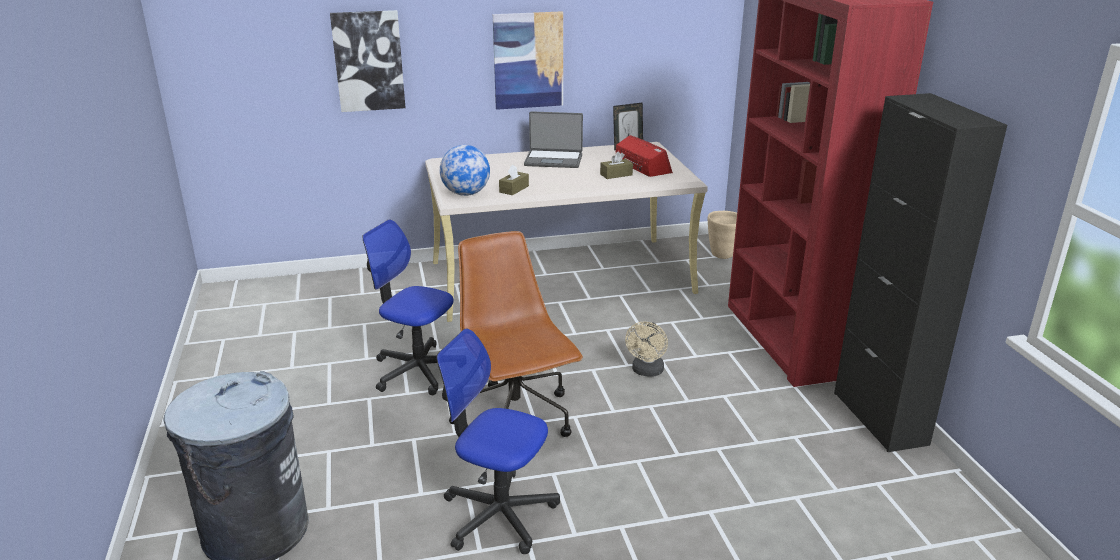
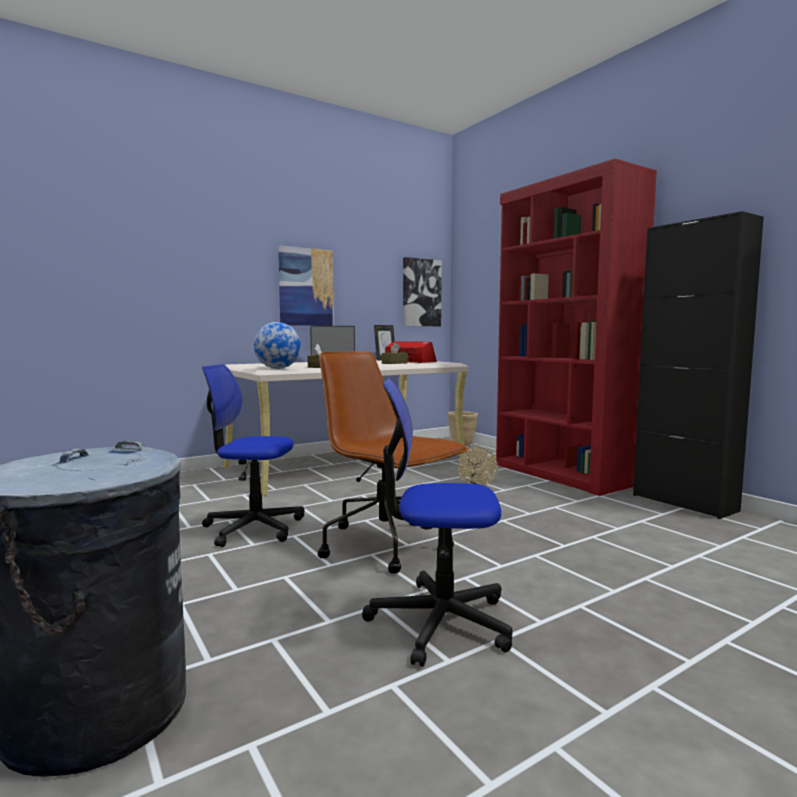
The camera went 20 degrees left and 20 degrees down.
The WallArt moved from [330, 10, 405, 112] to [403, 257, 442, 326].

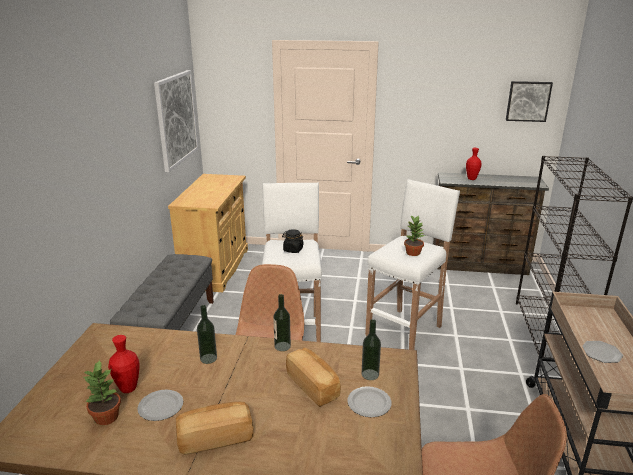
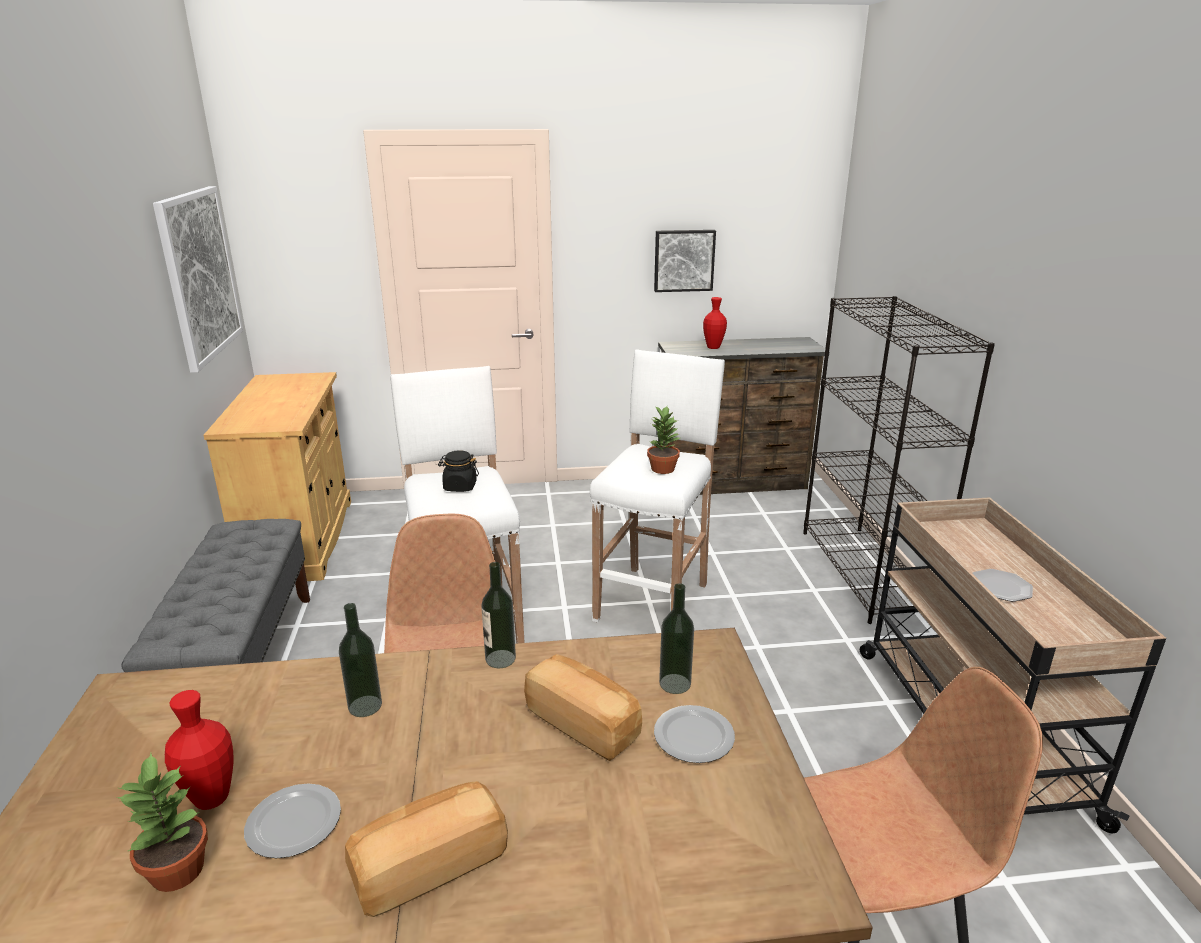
The camera went 15 degrees left and 0 degrees up.
The WallArt moved from [506, 81, 553, 122] to [654, 230, 716, 292].

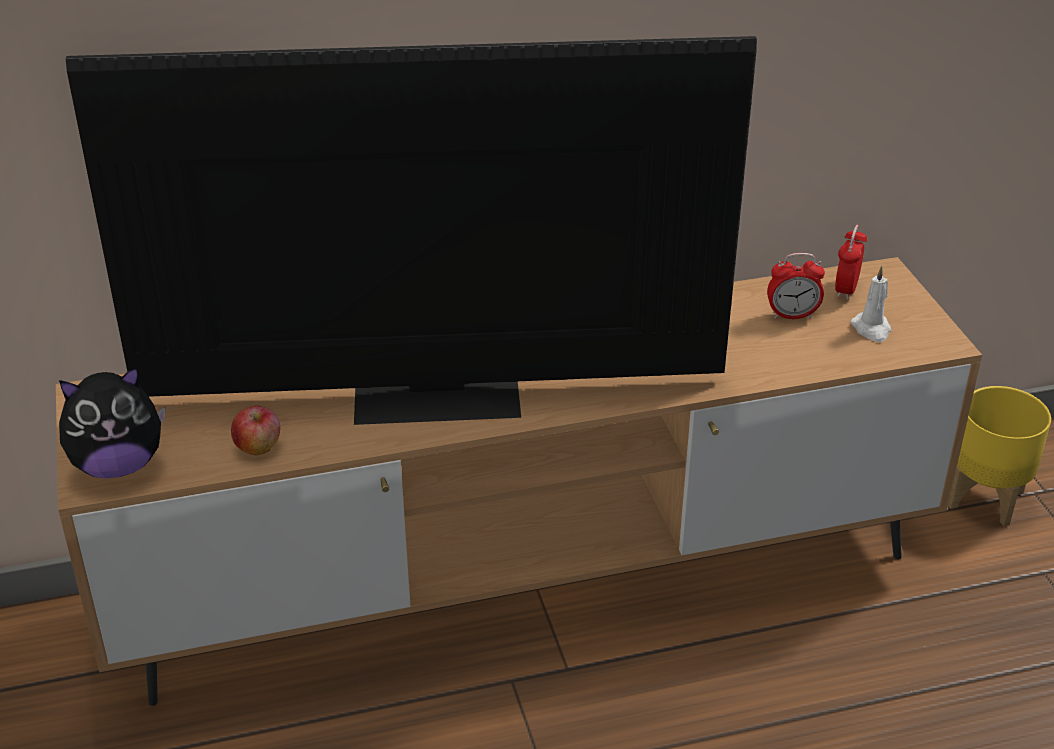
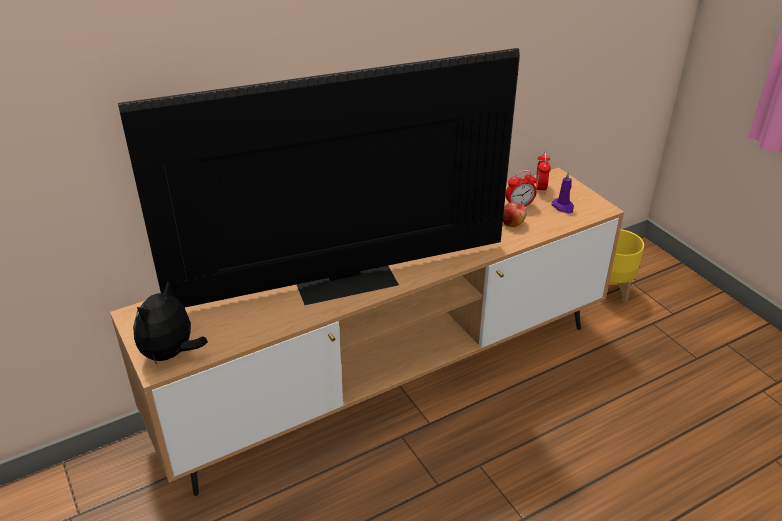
The camera went 15 degrees left and 0 degrees up.
The Apple moved from [231, 406, 280, 455] to [503, 202, 526, 227].
The WhiteColouredCandle at [851, 266, 891, 342] became the PurpleColouredCandle at [551, 172, 574, 213].
The CuddlyToy at [59, 366, 165, 478] turned 150 degrees clockwise.

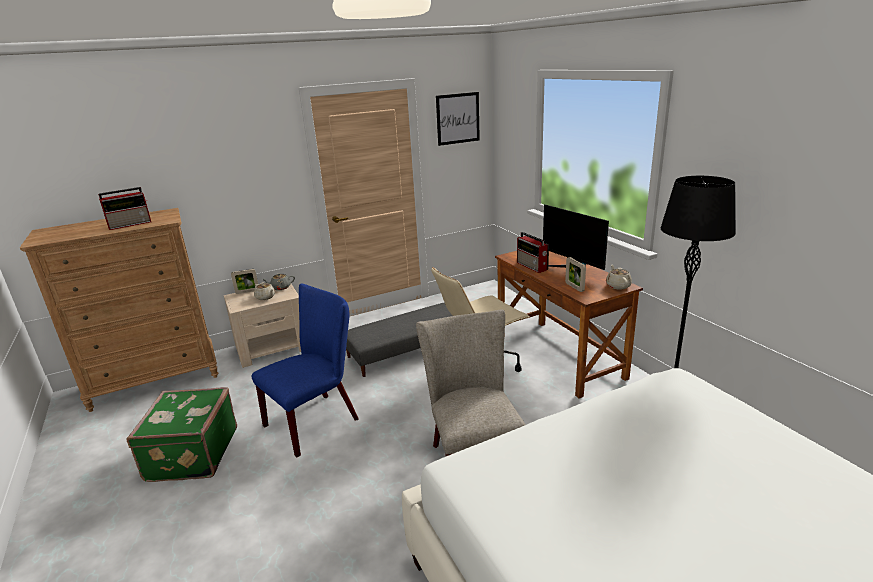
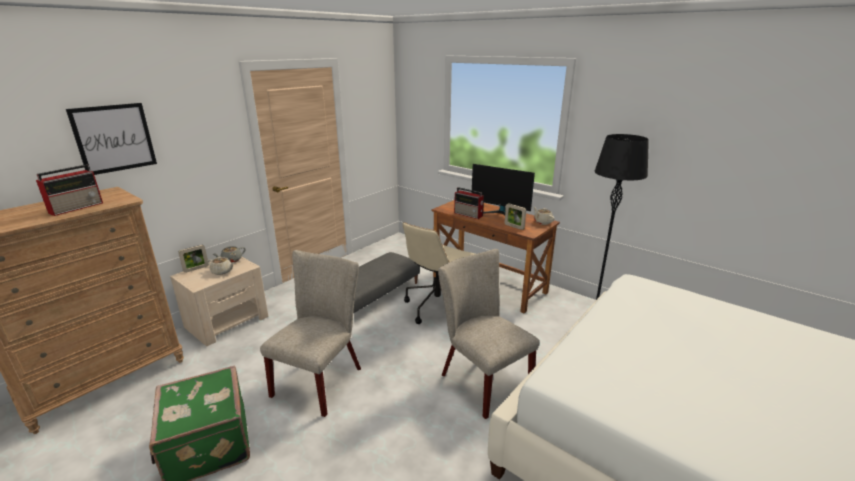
The camera went 25 degrees left and 0 degrees up.
The WallArt moved from [436, 92, 480, 146] to [66, 103, 157, 175].
The BlueColouredChair at [252, 284, 358, 457] became the BeigeColouredChair at [260, 250, 361, 417].

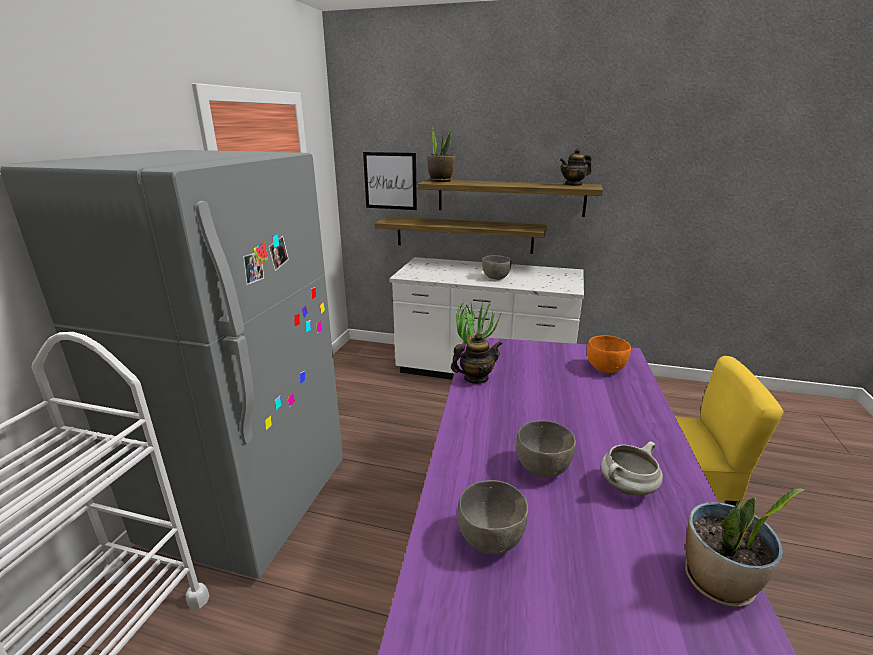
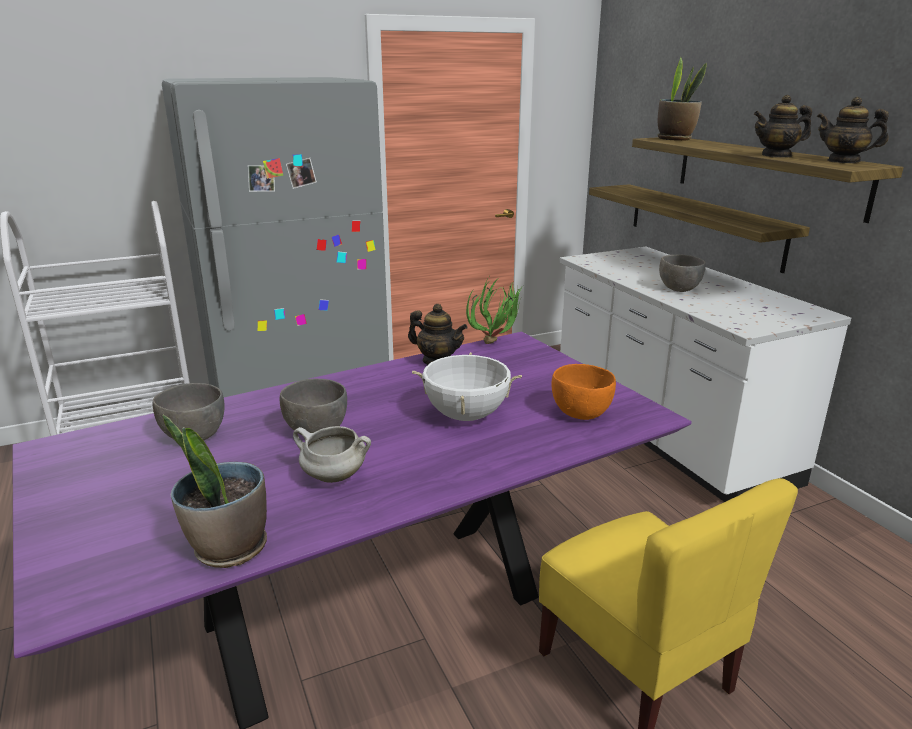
The camera went 50 degrees right and 0 degrees up.
The WallArt at [363, 152, 417, 210] disappeared.
The WhiteColouredSaucepot at [412, 352, 522, 421] appeared.
The Teapot at [754, 95, 812, 158] appeared.

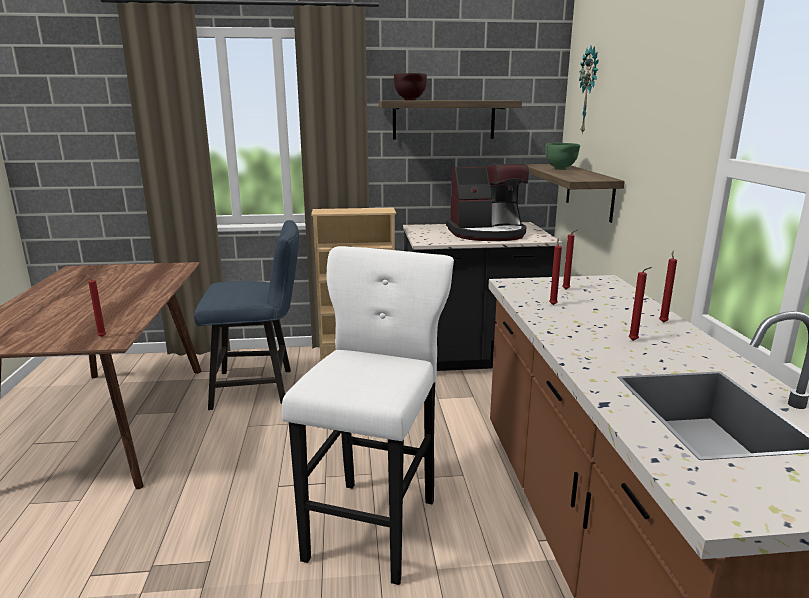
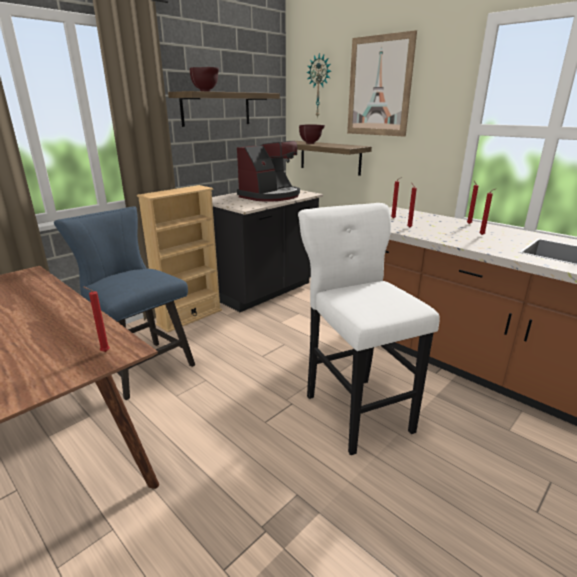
The camera went 40 degrees left and 5 degrees up.
The WallArt at [347, 30, 417, 137] appeared.
The GreenishServingBowl at [545, 143, 580, 170] became the BrownishServingBowl at [299, 125, 325, 144].
The BlueColouredChair at [194, 220, 299, 410] turned 90 degrees counterclockwise.

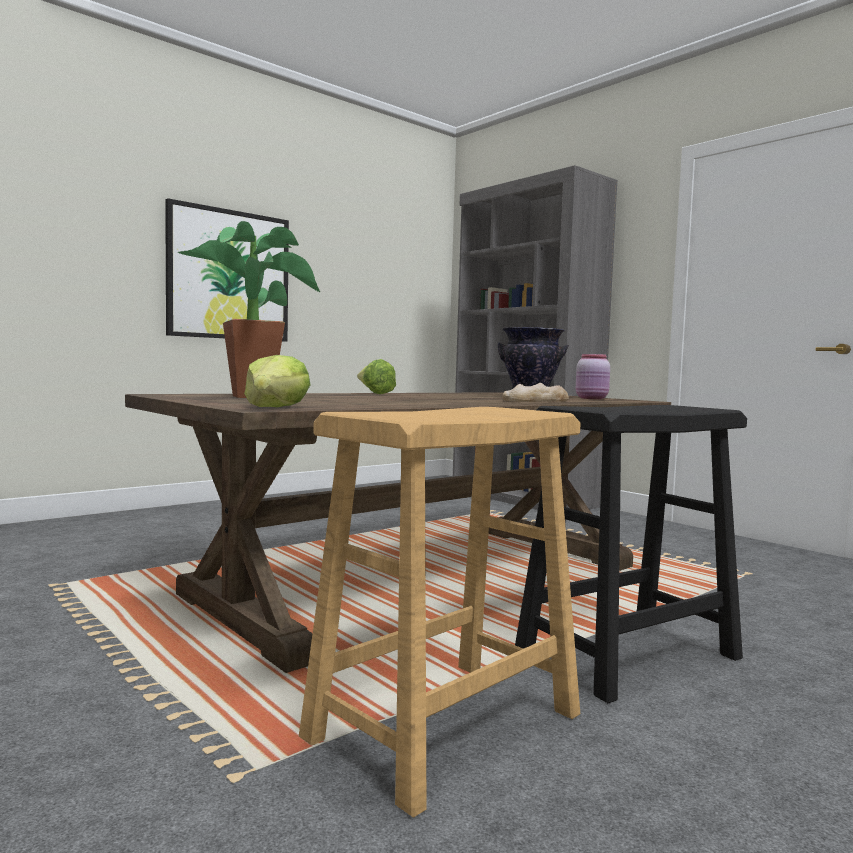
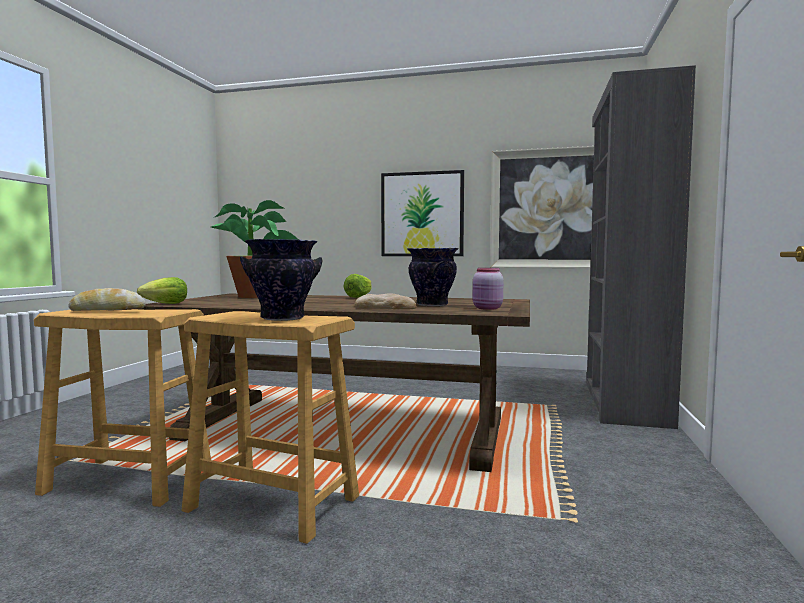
The camera went 55 degrees right and 0 degrees up.
The BakeryBread at [69, 288, 146, 311] appeared.
The FlowerVase at [240, 239, 322, 321] appeared.
The WallArt at [490, 146, 594, 268] appeared.
The BlackColouredSittingStool at [515, 405, 747, 703] became the BeigeColouredSittingStool at [182, 311, 359, 544].

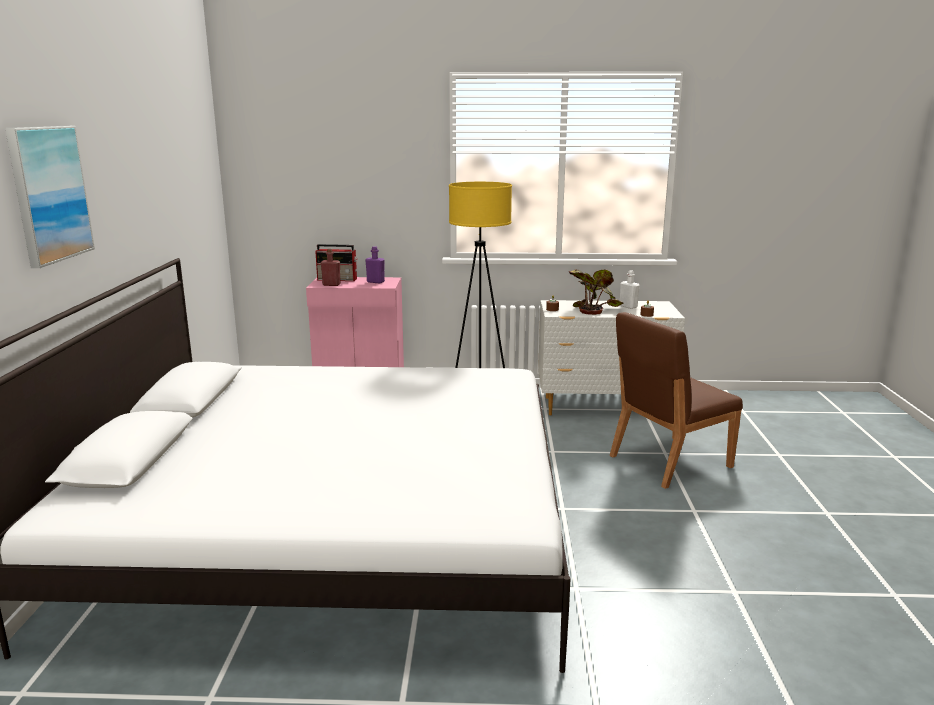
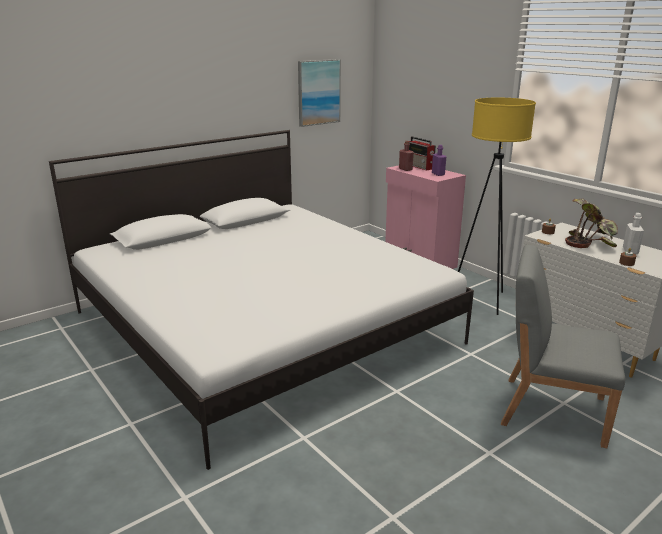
The camera went 50 degrees right and 5 degrees up.
The WallArt moved from [5, 126, 95, 268] to [298, 59, 341, 127].
The BrownishChair at [610, 312, 743, 489] became the GreyishChair at [501, 245, 625, 449].

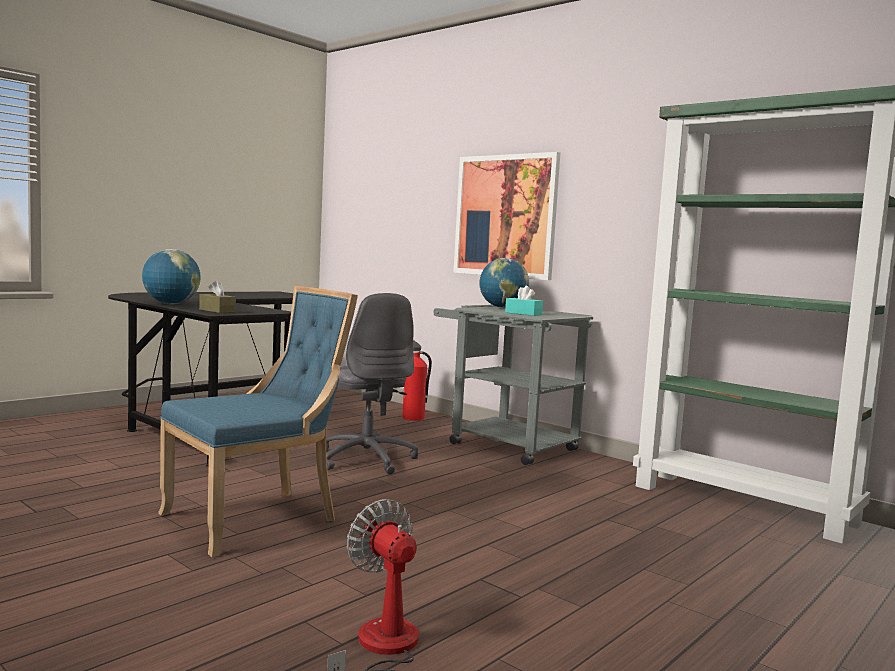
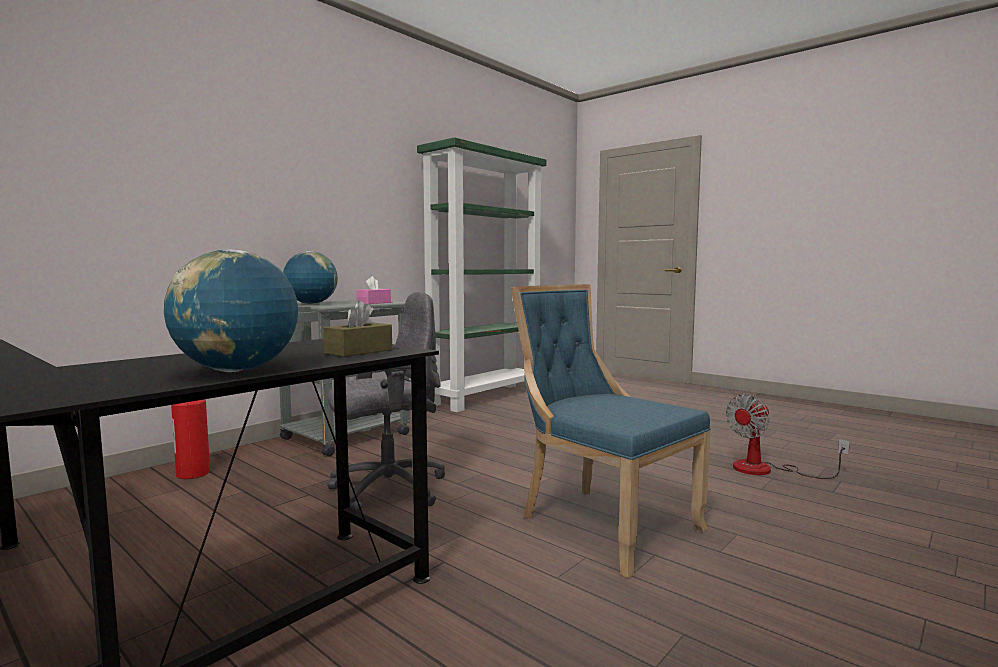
The camera went 90 degrees left and 0 degrees up.
The WallArt at [454, 152, 560, 280] disappeared.
The TurquoiseColouredTissueHolder at [505, 286, 543, 316] became the PinkishTissueHolder at [356, 276, 391, 304].

